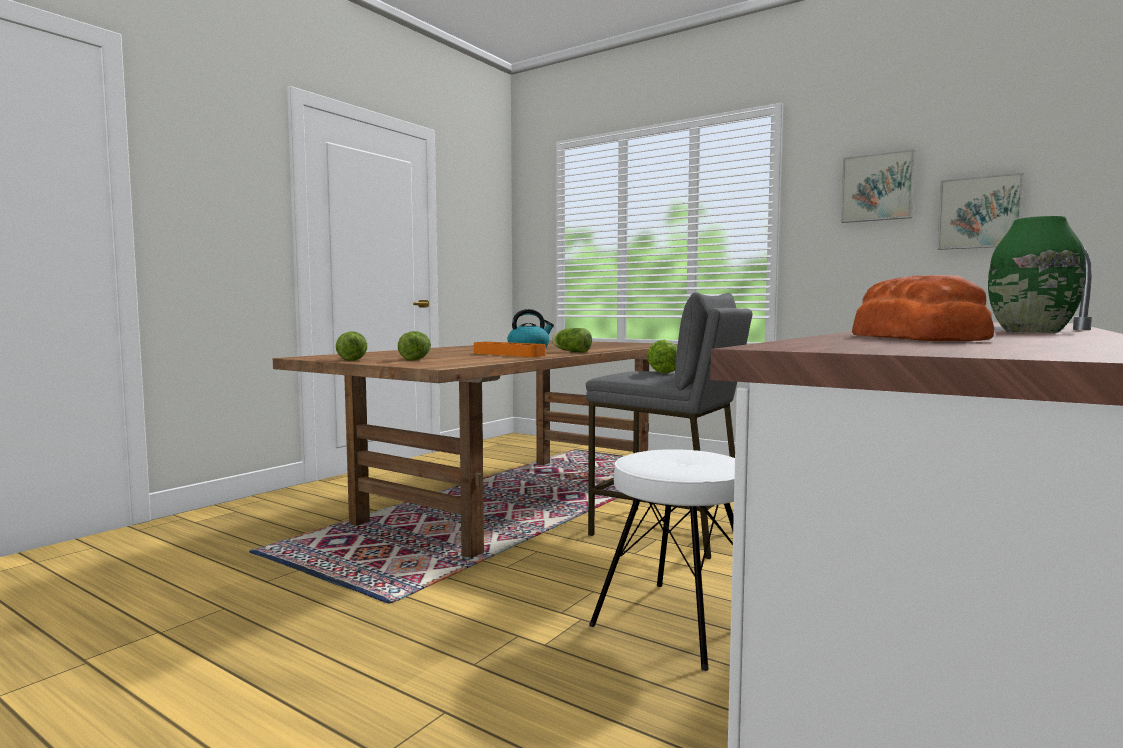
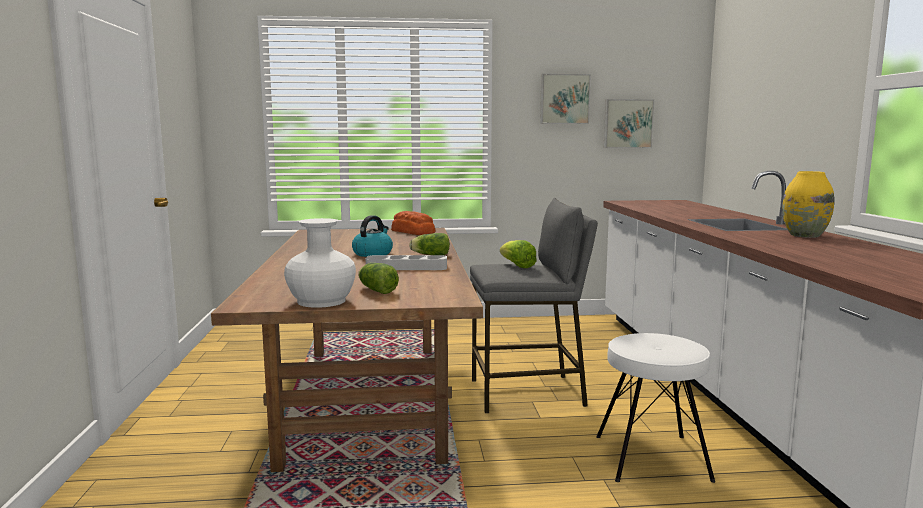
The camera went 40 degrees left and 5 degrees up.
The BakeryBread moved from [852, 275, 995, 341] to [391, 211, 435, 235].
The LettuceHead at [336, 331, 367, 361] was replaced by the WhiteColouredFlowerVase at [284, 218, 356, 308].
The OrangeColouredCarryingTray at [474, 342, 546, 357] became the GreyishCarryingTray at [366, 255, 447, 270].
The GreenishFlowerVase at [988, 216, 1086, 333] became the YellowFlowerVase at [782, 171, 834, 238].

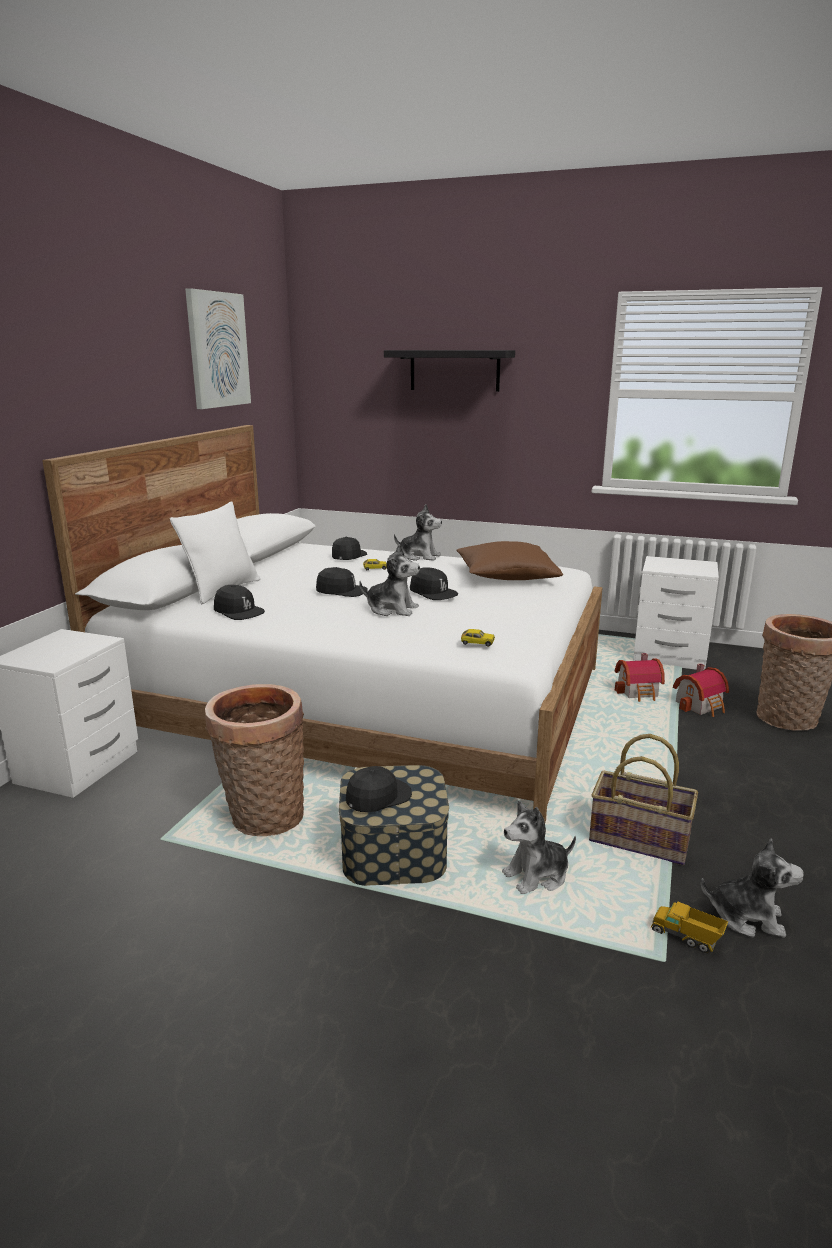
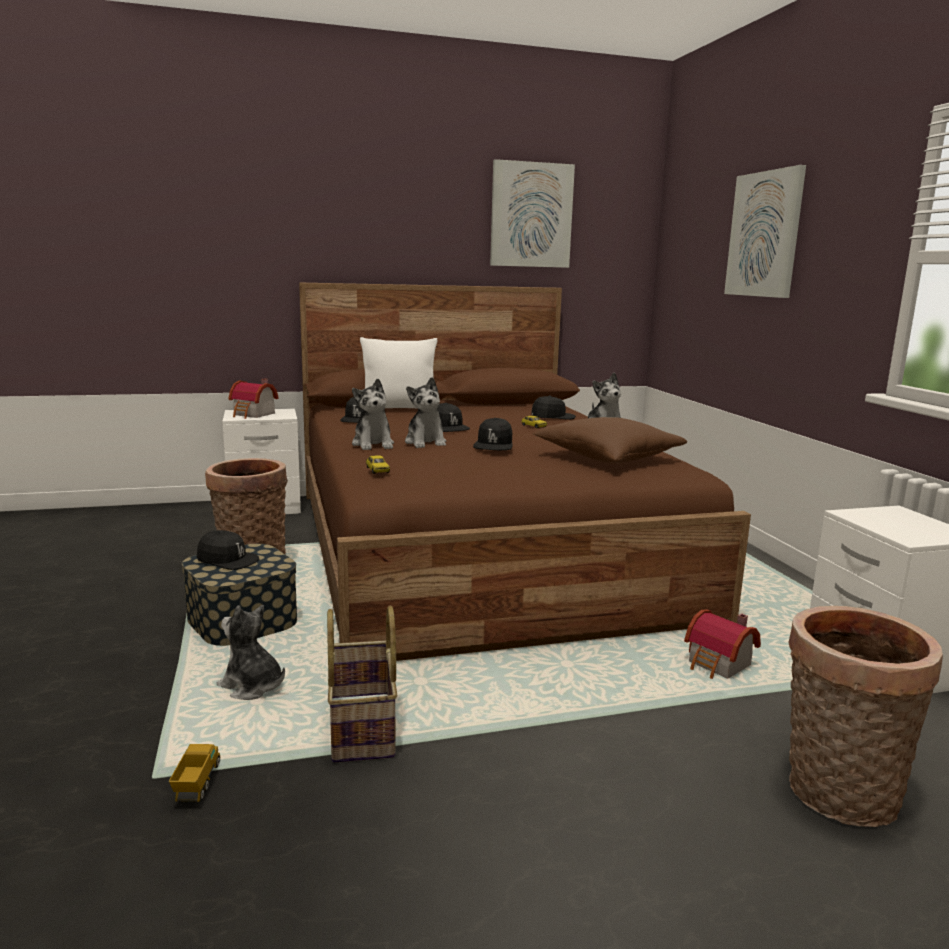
The camera went 55 degrees right and 5 degrees down.
The ModelHouse moved from [673, 663, 729, 717] to [229, 379, 279, 419].
The CuddlyToy moved from [701, 838, 804, 938] to [352, 379, 394, 450].
The BlackColouredWallShelf at [384, 350, 515, 392] was replaced by the WallArt at [724, 165, 806, 298].
The WhiteColouredBed at [42, 425, 602, 822] became the BrownishBed at [299, 283, 751, 661].

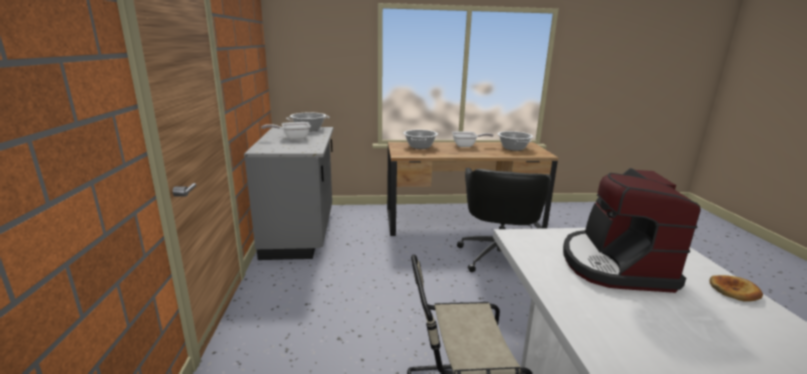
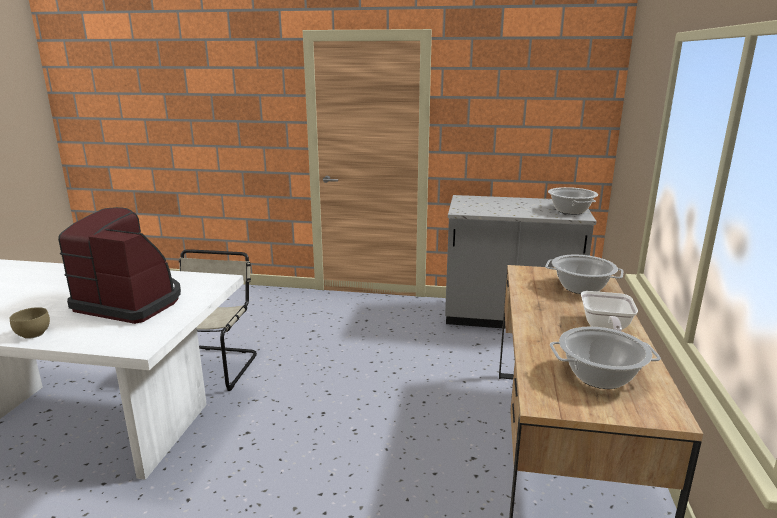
The camera went 105 degrees right and 0 degrees up.
The Pan at [261, 122, 311, 140] disappeared.
The BlackColouredOfficeChair at [457, 168, 551, 272] disappeared.
The BakeryBread at [709, 275, 763, 302] was replaced by the BrownishServingBowl at [10, 307, 50, 339].

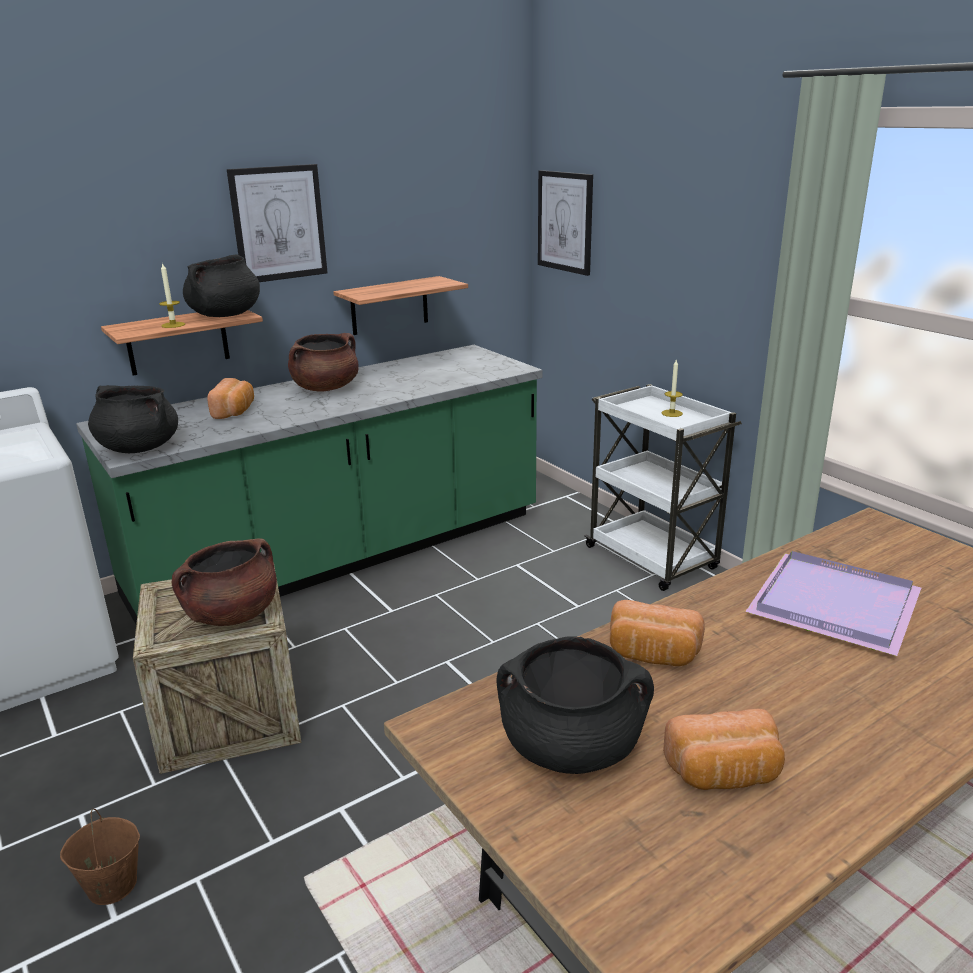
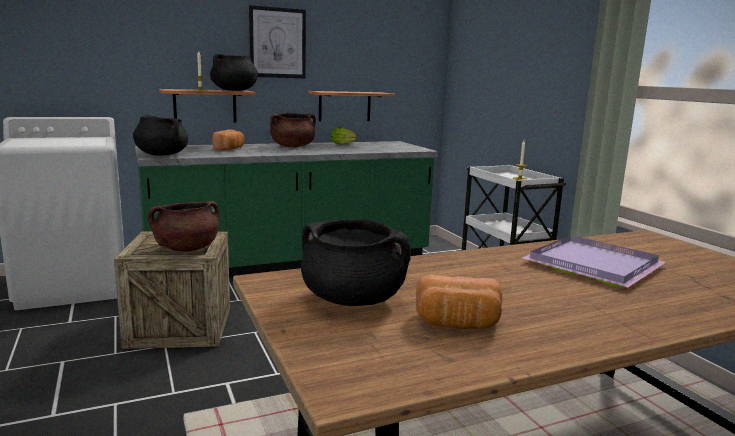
The camera went 10 degrees right and 10 degrees down.
The BrownishWaterBucket at [60, 809, 140, 905] disappeared.
The WallArt at [538, 170, 593, 276] disappeared.
The BakeryBread at [610, 600, 705, 666] disappeared.
The LettuceHead at [330, 127, 357, 144] appeared.

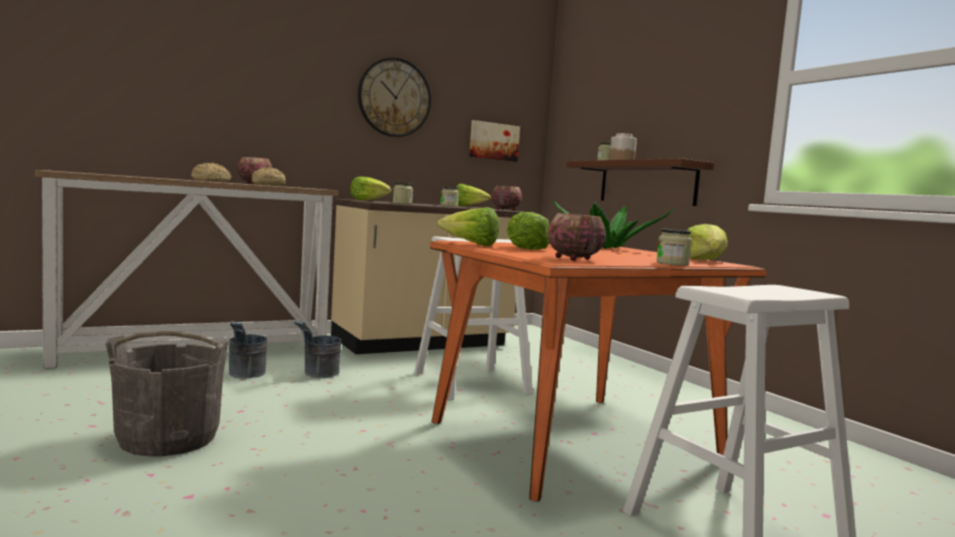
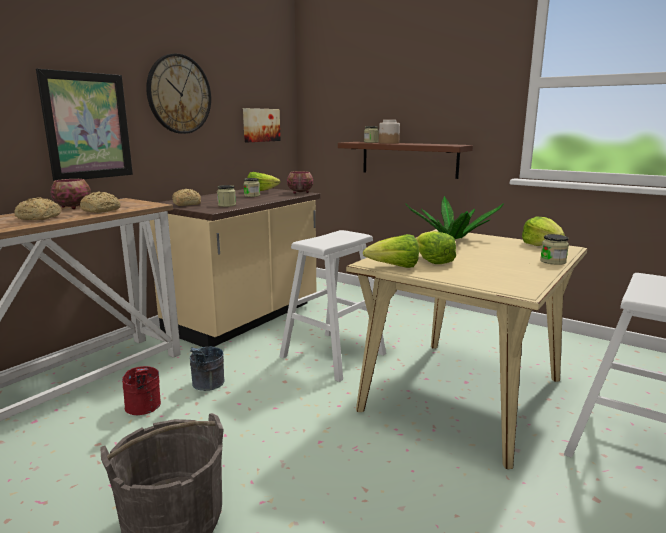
The camera went 25 degrees left and 10 degrees up.
The ServingBowl at [548, 213, 606, 261] disappeared.
The WallArt at [36, 69, 133, 182] appeared.
The LettuceHead at [350, 176, 391, 201] was replaced by the BakeryBread at [172, 189, 201, 206].
The GreyishWaterBucket at [229, 321, 268, 379] became the RedColouredWaterBucket at [122, 366, 161, 415].
The OrangeColouredDinnerTable at [430, 241, 767, 502] became the BeigeColouredDinnerTable at [346, 229, 587, 469].

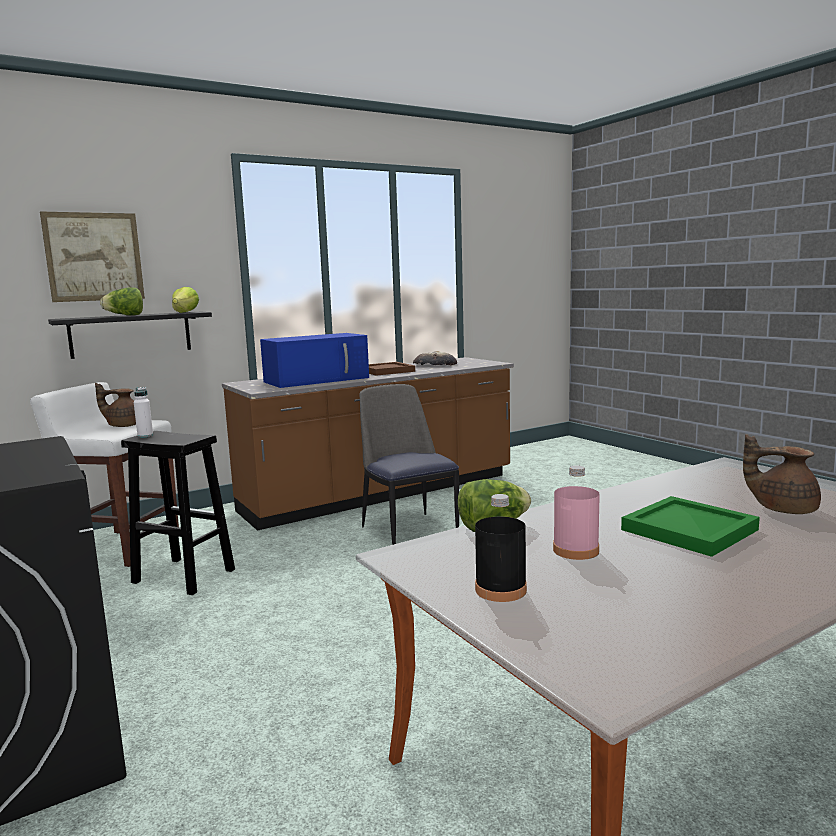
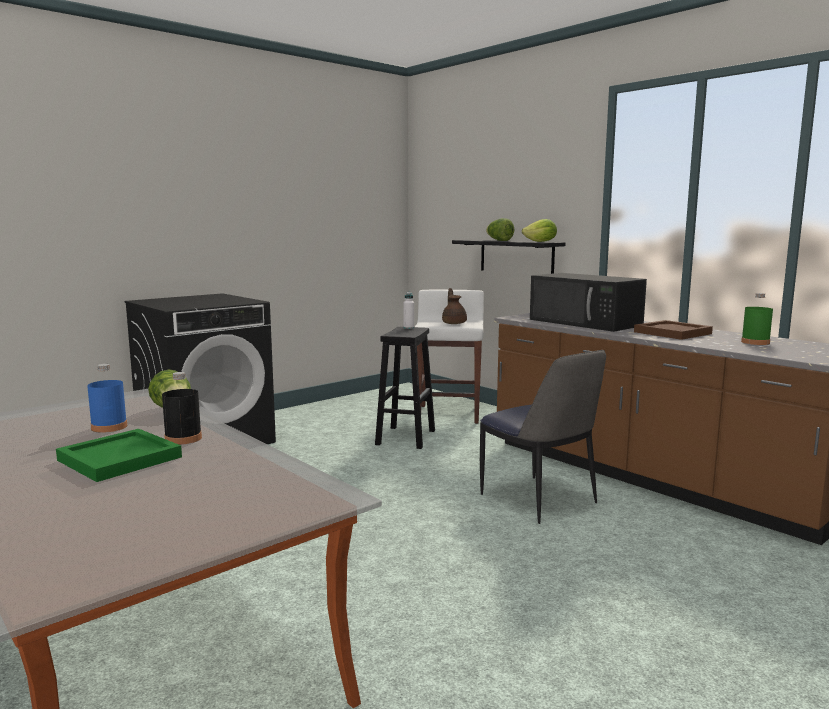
The camera went 80 degrees right and 0 degrees up.
The WallArt at [40, 211, 145, 302] disappeared.
The BrownishTeapot at [743, 434, 821, 514] disappeared.
The BlackColouredBeverageBottle moved from [475, 494, 527, 602] to [162, 372, 202, 445].
The BakeryBread at [413, 351, 457, 365] was replaced by the GreenishBeverageBottle at [741, 293, 773, 345].
The BlueColouredKitchenMicrowave at [260, 333, 369, 388] became the BlackColouredKitchenMicrowave at [530, 273, 647, 332].
The PinkishBeverageBottle at [553, 465, 600, 560] became the BlueColouredBeverageBottle at [87, 364, 127, 433].
The Chair at [359, 384, 459, 545] turned 90 degrees clockwise.

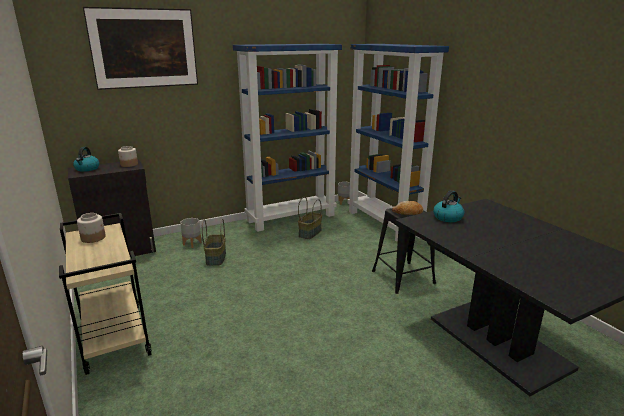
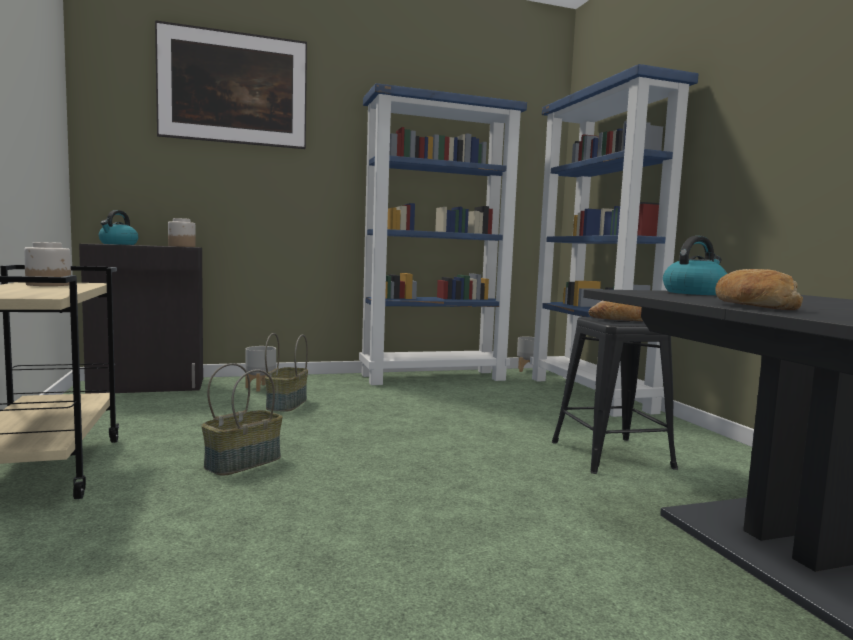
The camera went 10 degrees right and 15 degrees down.
The BakeryBread at [715, 269, 803, 310] appeared.
The HouseholdBasket moved from [298, 197, 322, 239] to [201, 363, 283, 476].

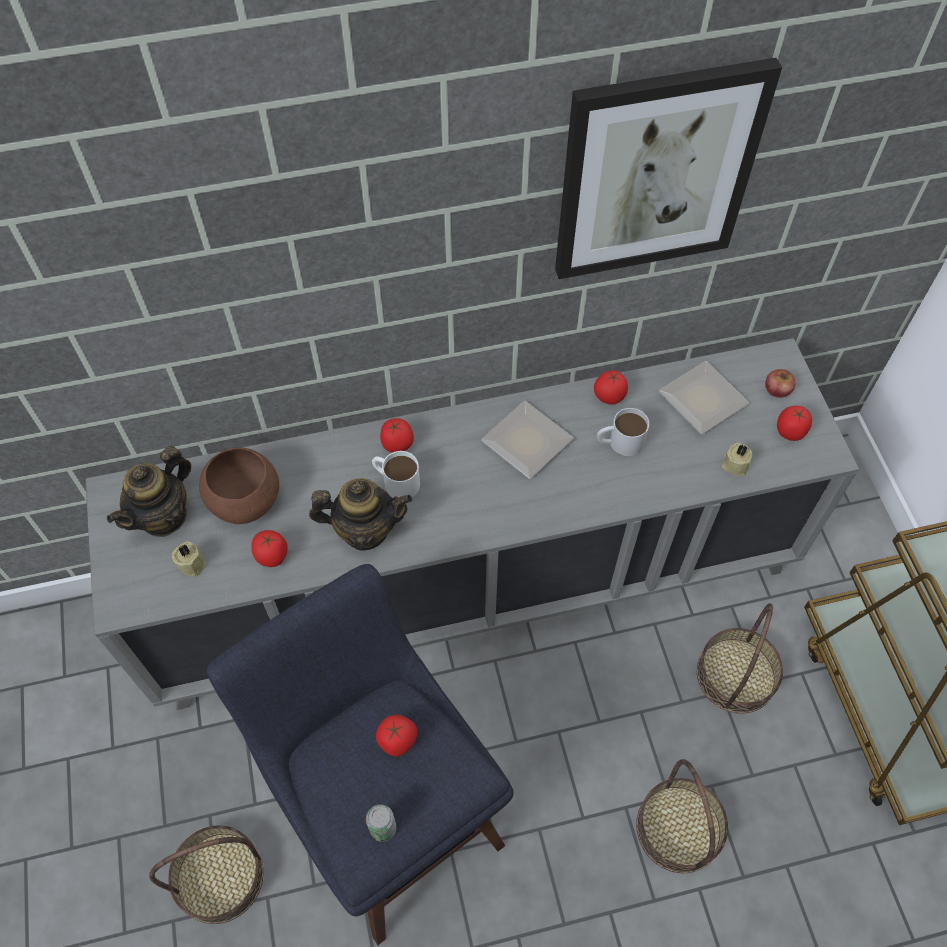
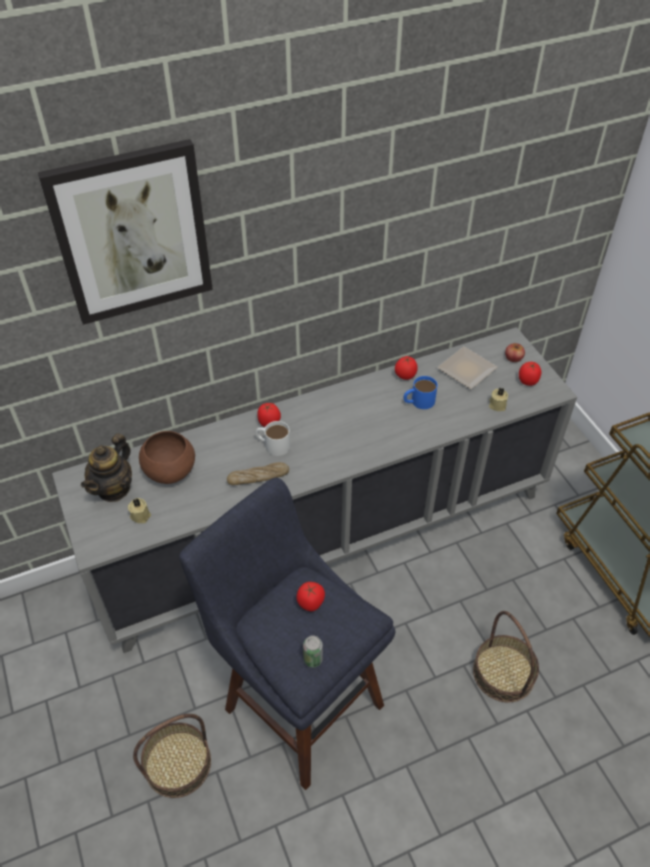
The camera went 10 degrees left and 10 degrees down.
The WholeTomato at [251, 530, 288, 567] disappeared.
The FlatDish at [481, 401, 573, 479] disappeared.
The HouseholdBasket at [697, 603, 783, 714] disappeared.
The WallArt moved from [555, 58, 782, 279] to [38, 139, 213, 325].
The Teapot at [309, 478, 412, 550] was replaced by the BakeryBread at [227, 462, 289, 485].
The WhiteColouredCoffeeMug at [597, 408, 649, 456] became the BlueColouredCoffeeMug at [403, 376, 438, 409].

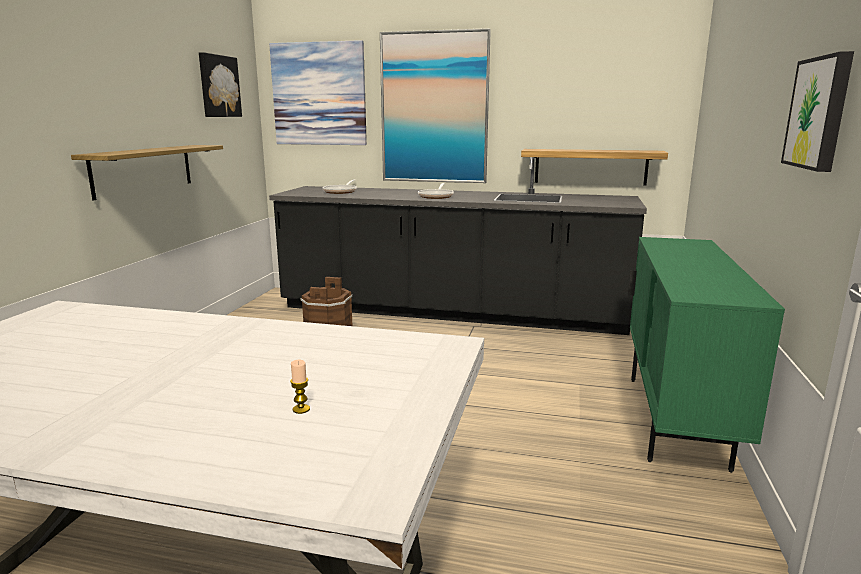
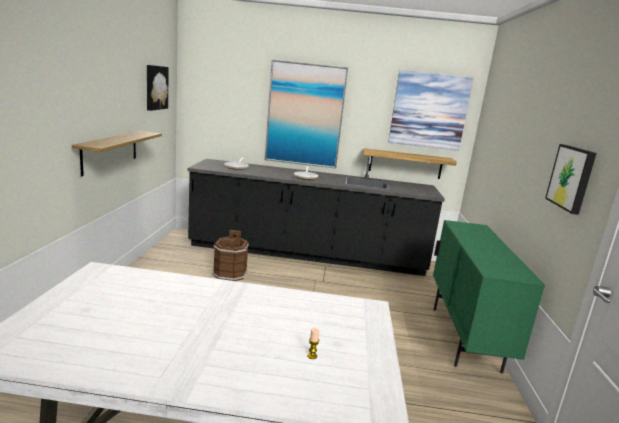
The camera went 10 degrees left and 0 degrees up.
The WallArt moved from [269, 40, 367, 145] to [389, 70, 473, 151].

